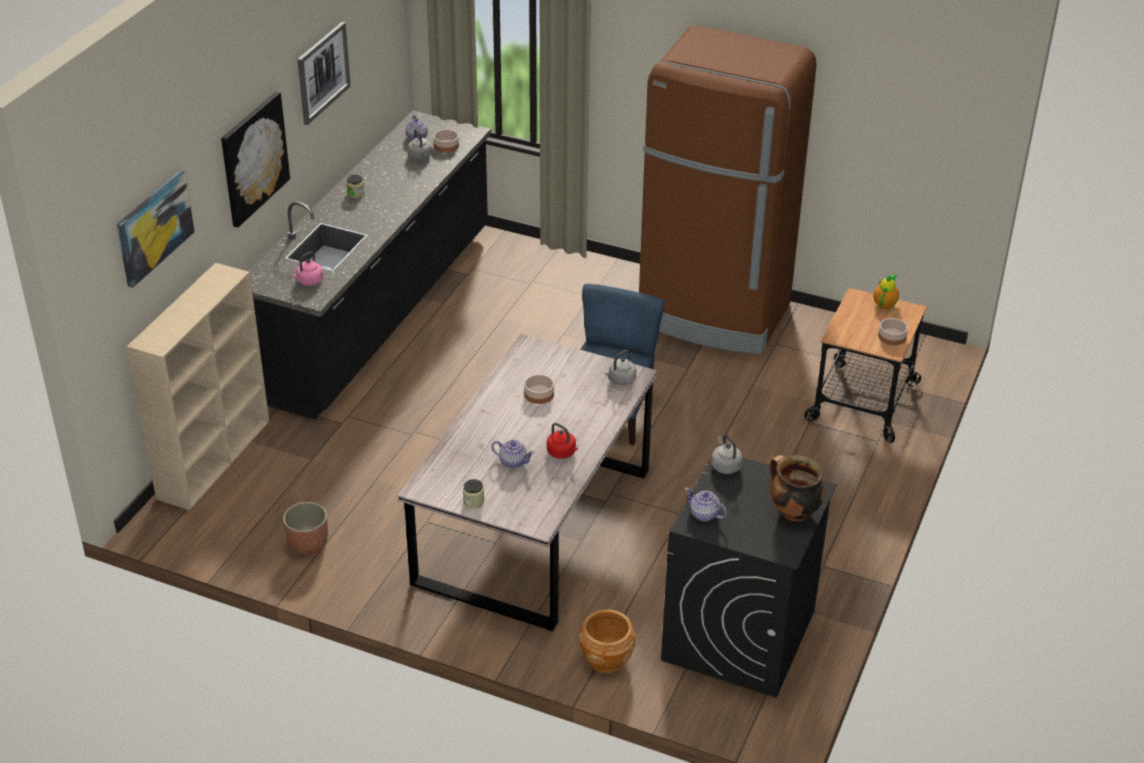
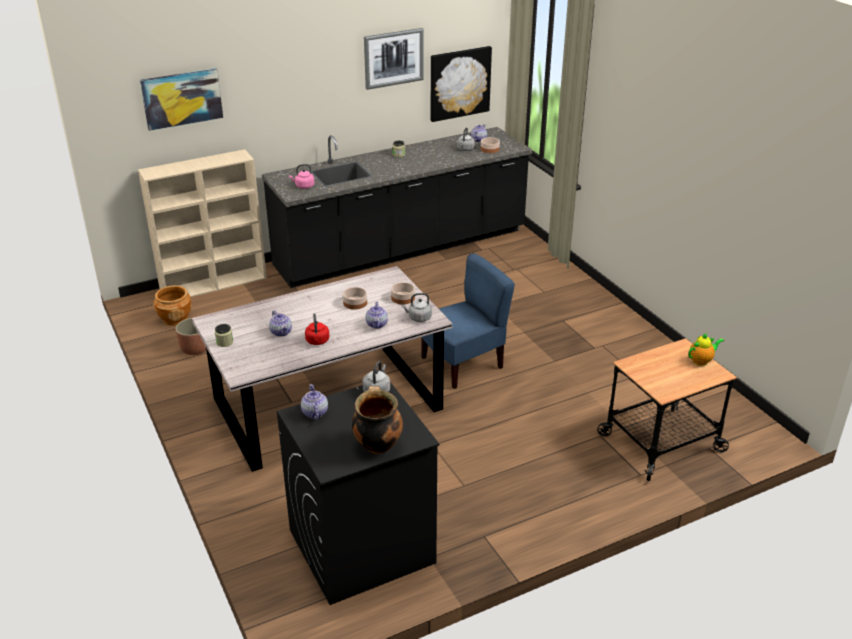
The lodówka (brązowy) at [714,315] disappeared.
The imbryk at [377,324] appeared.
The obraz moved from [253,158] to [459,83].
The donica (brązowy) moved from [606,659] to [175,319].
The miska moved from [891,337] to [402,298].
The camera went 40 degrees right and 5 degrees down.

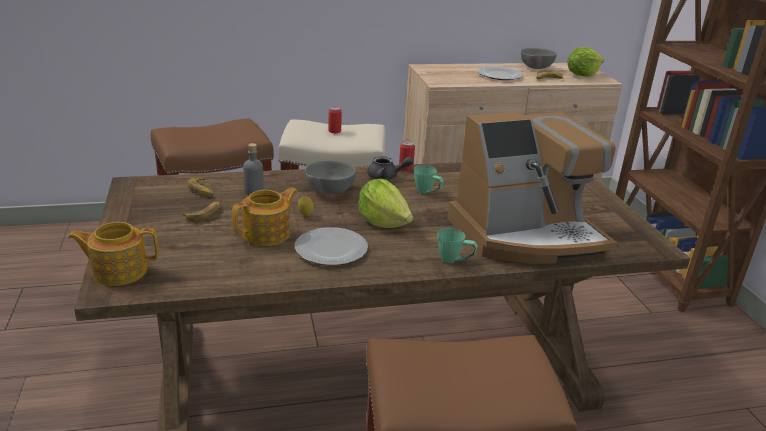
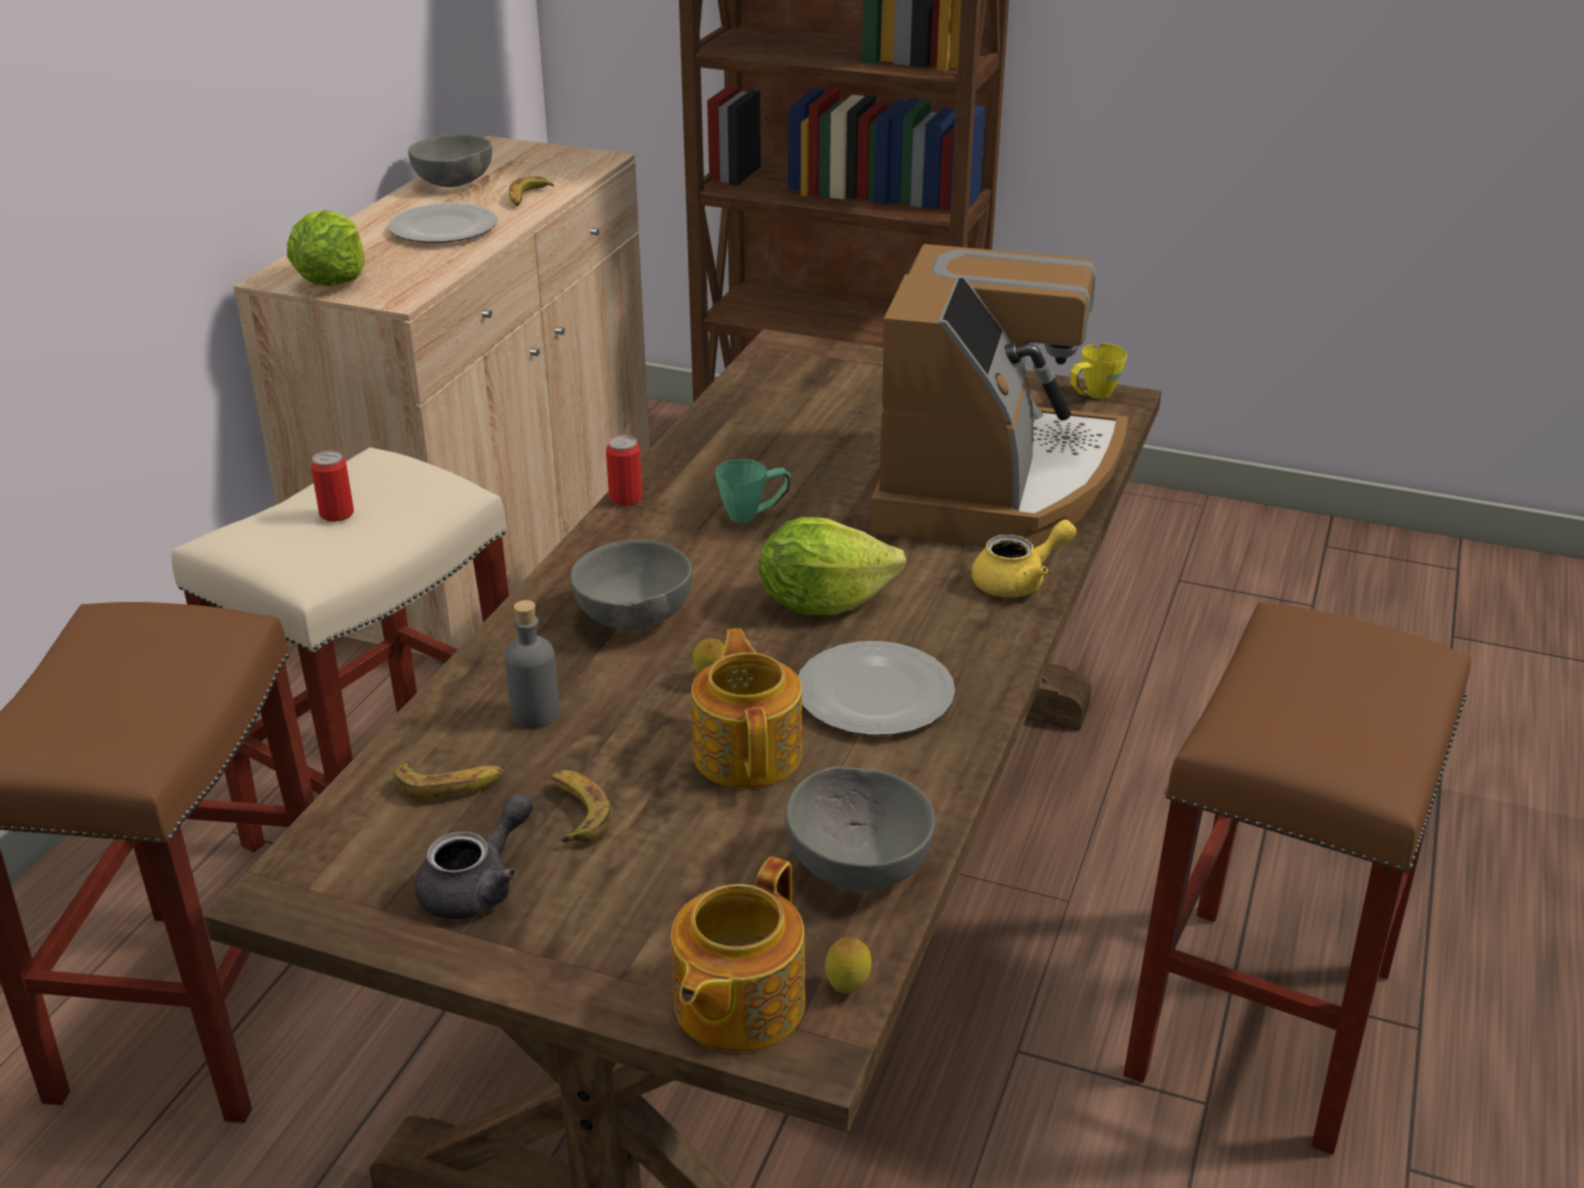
The miska (szary) at [858,863] appeared.
The cytryna at [847,988] appeared.
The kubek (żółty) at [1092,397] appeared.
The imbryk (szary) moved from [387,177] to [478,886].
The sałata moved from [582,75] to [332,280].
The kubek (zielony) at [455,261] was replaced by the imbryk (żółty) at [1019,582].
The camera went 55 degrees left and 5 degrees up.

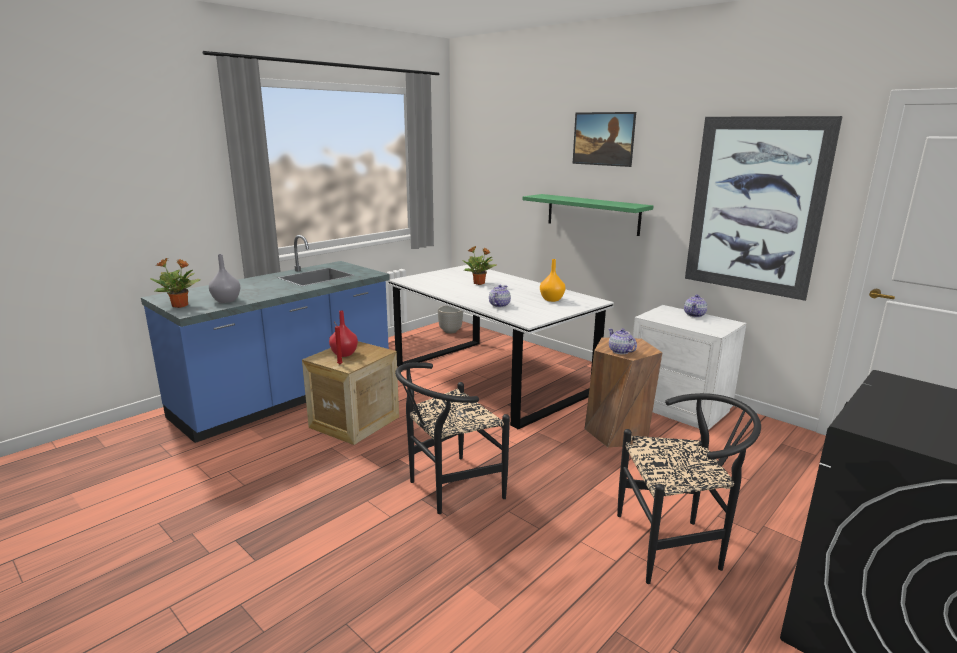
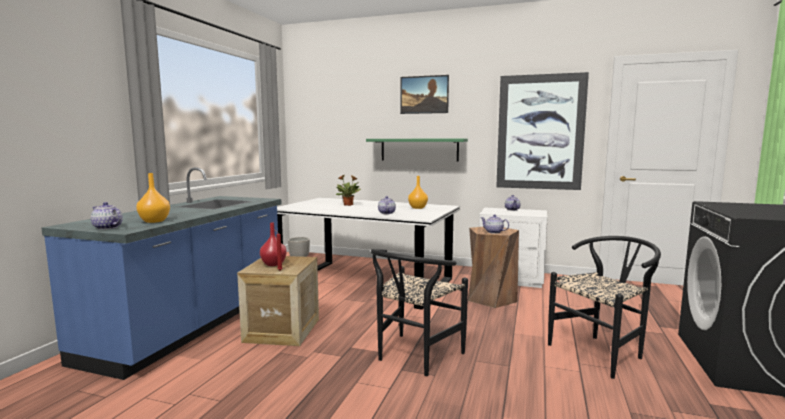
The roślina doniczkowa at [180,306] was replaced by the imbryk at [107,227].
The wazon (szary) at [226,301] became the wazon (pomarańczowy) at [154,221].
The camera went 25 degrees left and 10 degrees down.

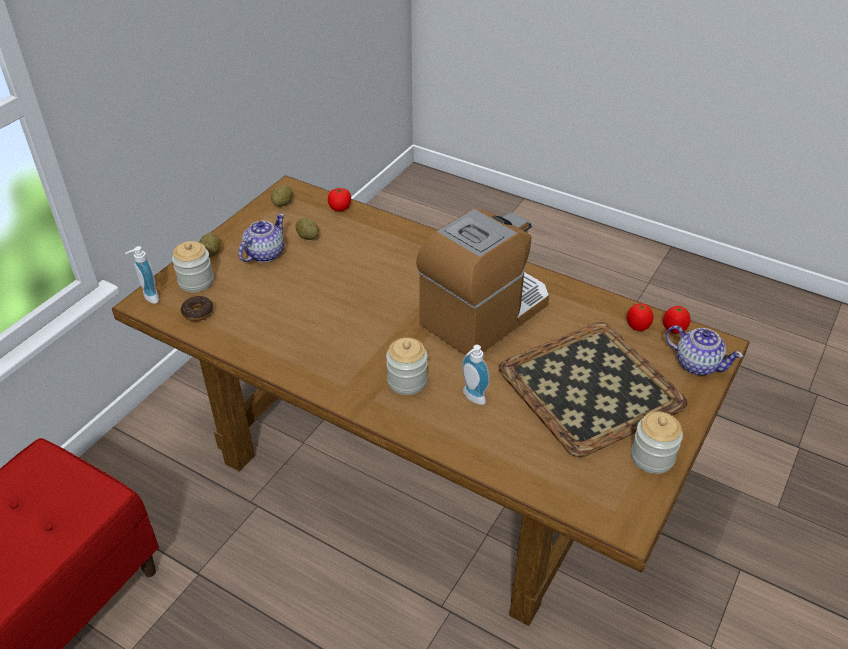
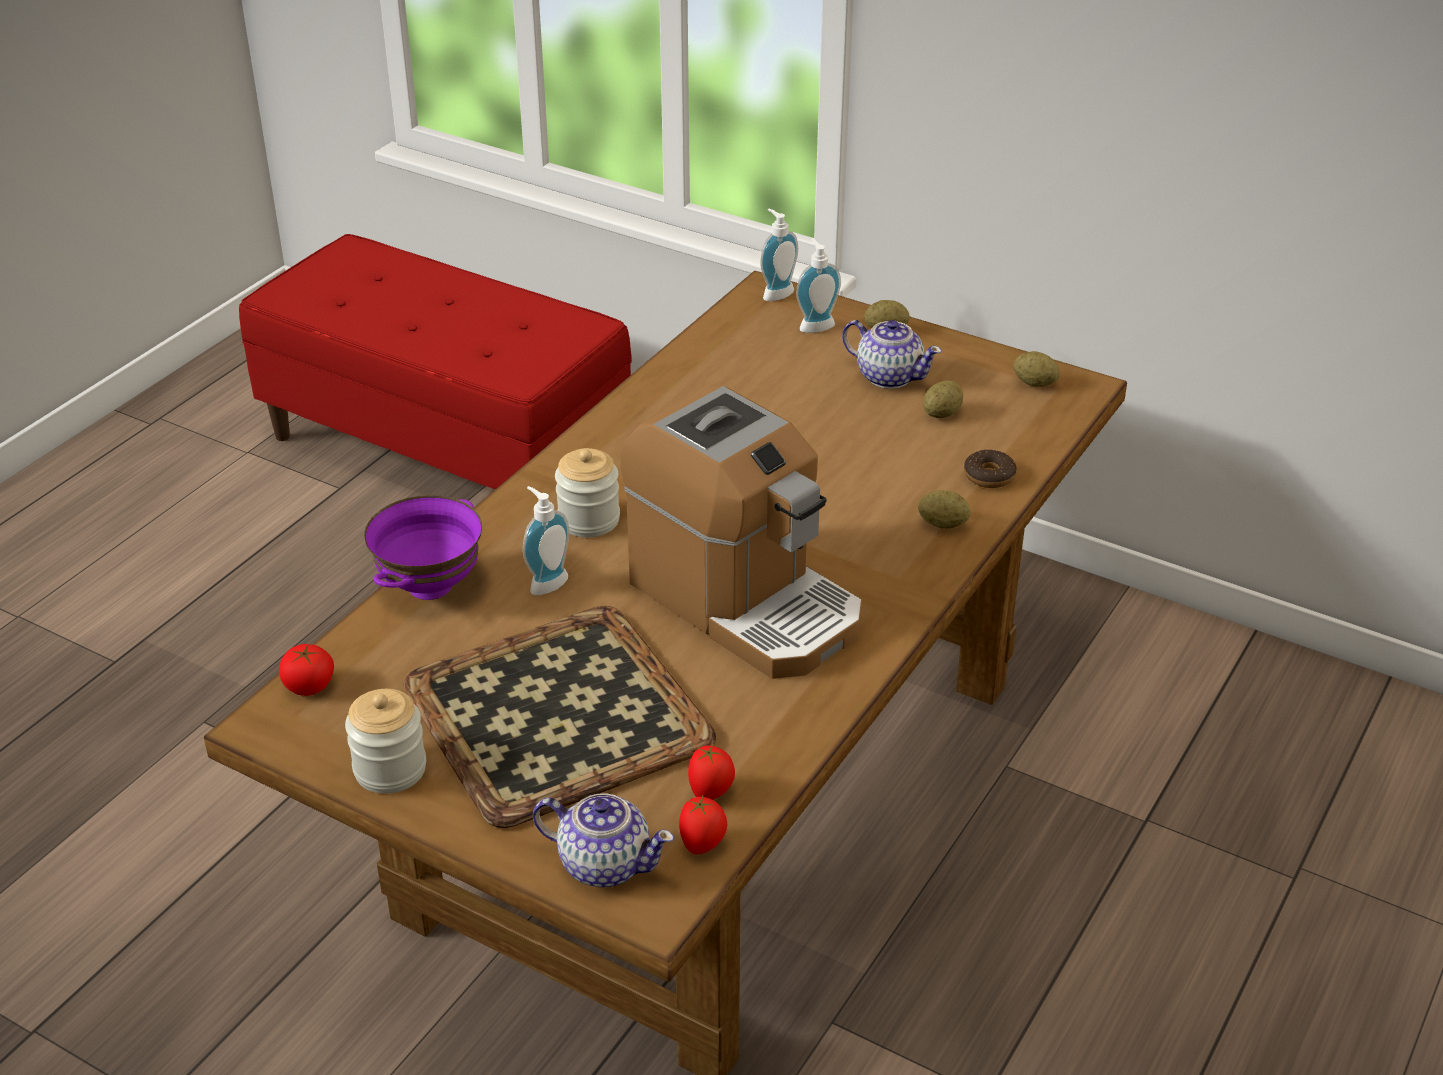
The miska (fioletowy) at [429,586] appeared.
The ziemniak at [942,524] appeared.
The donut moved from [198,312] to [989,476].
The pomidor moved from [340,207] to [309,686].
The słoik at [196,281] was replaced by the dozownik mydła at [815,325].
The imbryk at [697,364] turned 105 degrees counterclockwise.
The camera went 90 degrees right and 5 degrees down.

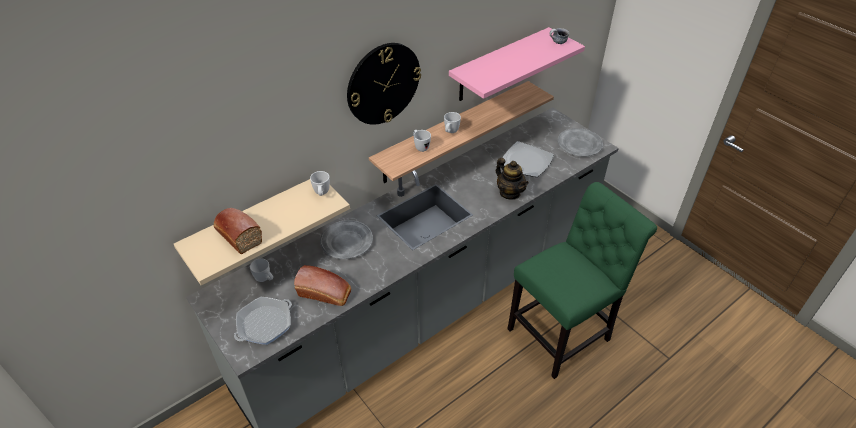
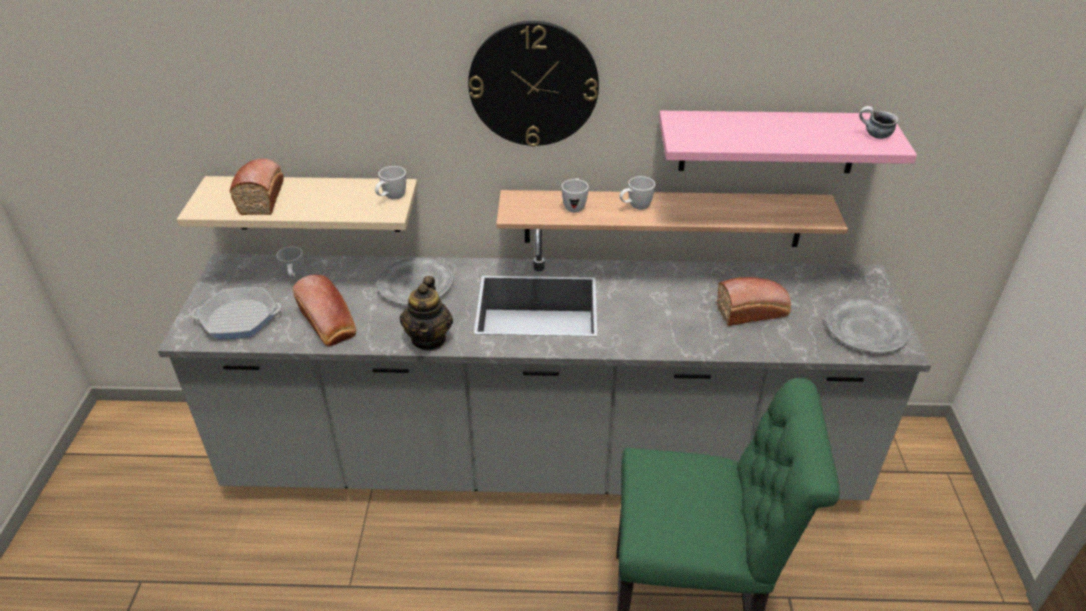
The imbryk moved from [509,193] to [429,339].
The talerz at [527,161] was replaced by the chleb at [753,312].
The camera went 40 degrees right and 5 degrees down.

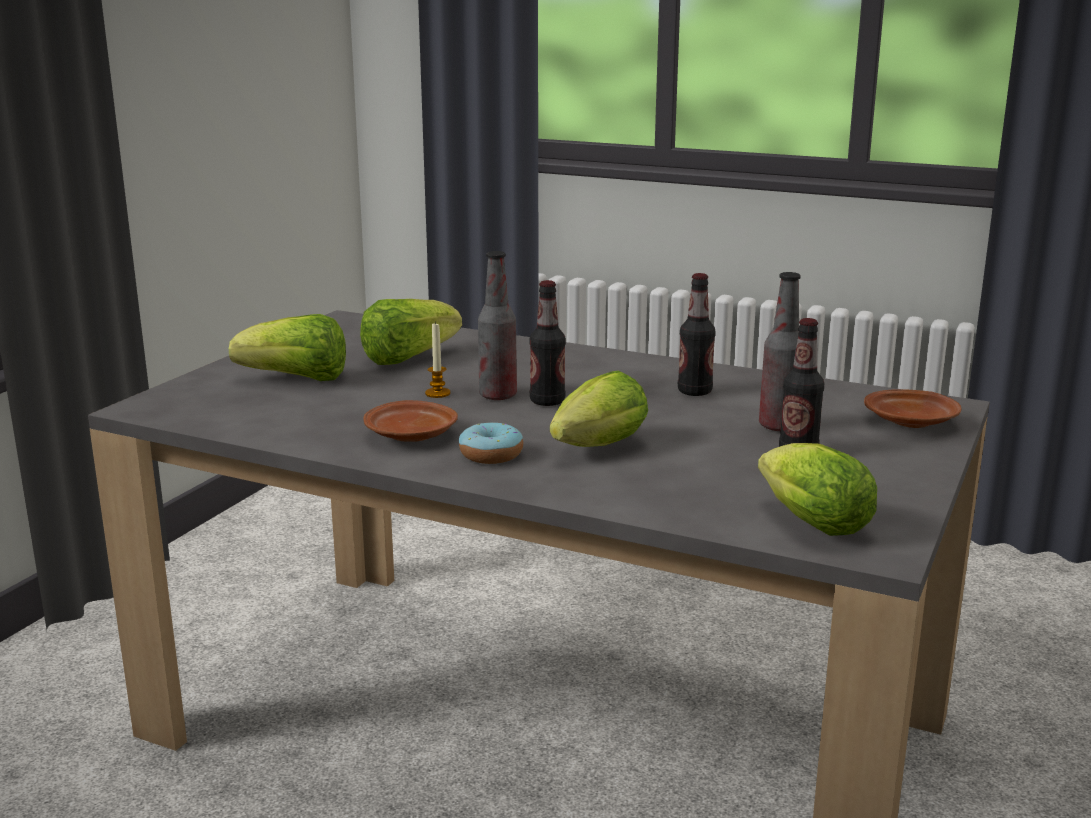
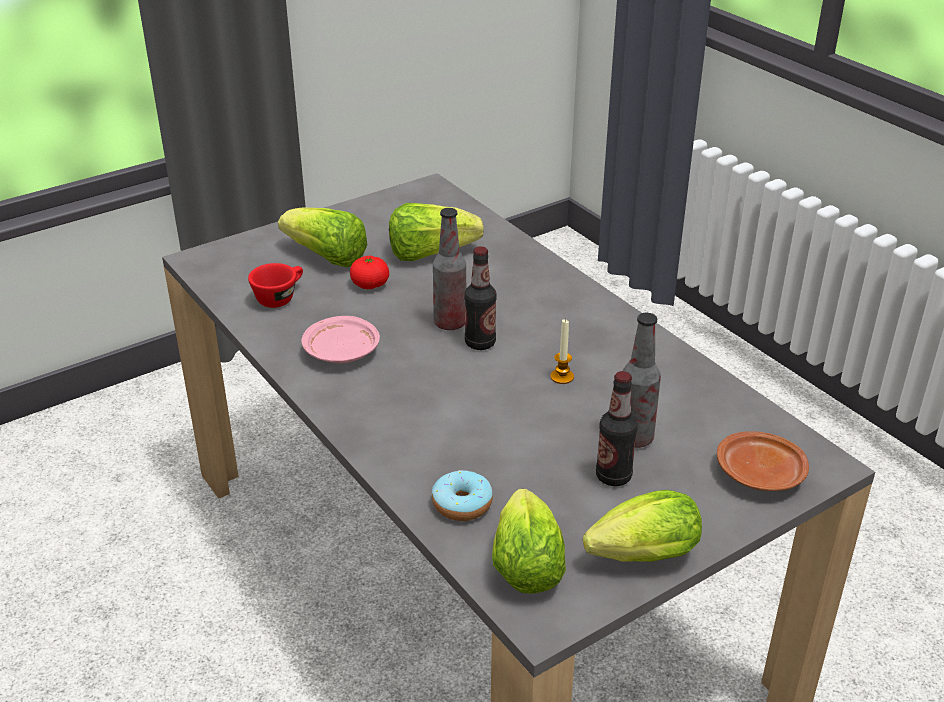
The butelka at [694,392] disappeared.
The filiżanka (czerwony) at [280,297] appeared.
The pomidor at [370,284] appeared.
The świeca moved from [437,393] to [562,377].
The donut moved from [491,455] to [462,504].
The sałata moved from [595,449] to [638,558].
The talerz (brązowy) at [411,436] became the talerz (różowy) at [341,352].
The camera went 30 degrees right and 15 degrees up.

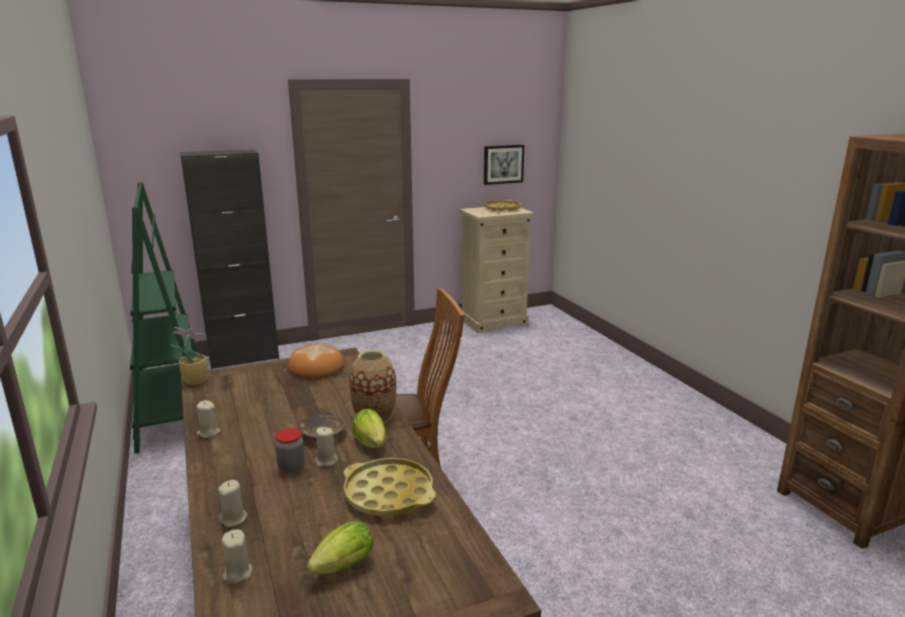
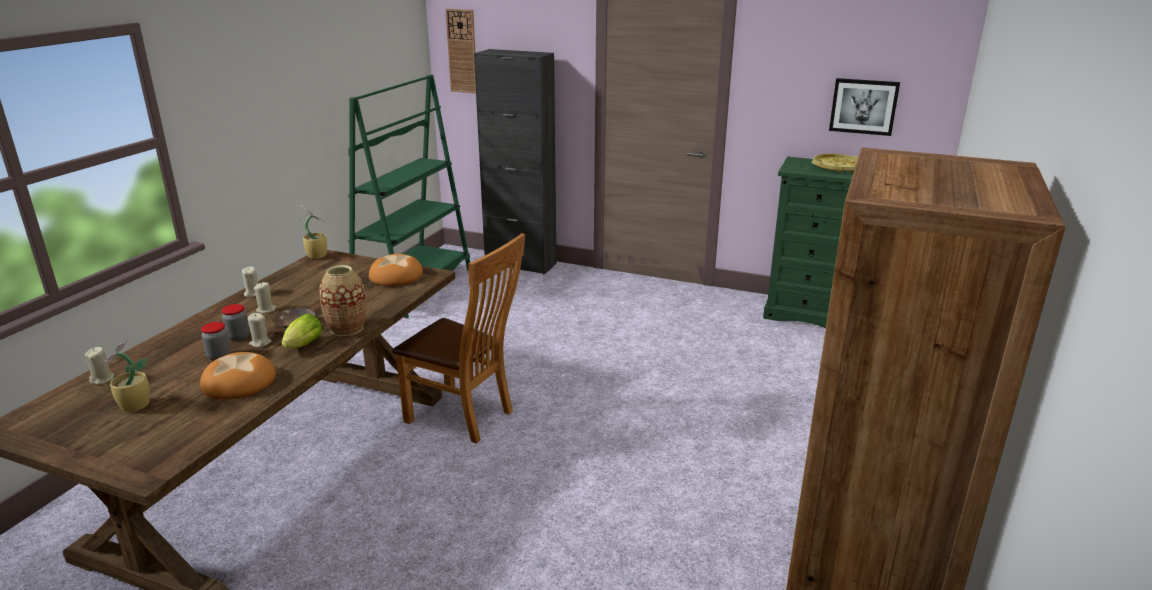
The słoik at [219,356] appeared.
The zegar ścienny at [462,51] appeared.
The świeca (beżowy) moved from [233,519] to [266,310].
The sałata at [340,568] was replaced by the roślina doniczkowa at [134,406].
The taca (żółty) at [388,494] was replaced by the chleb at [240,382].
The komoda (beżowy) at [493,321] became the komoda (zielony) at [805,313].
The camera went 45 degrees right and 5 degrees up.

